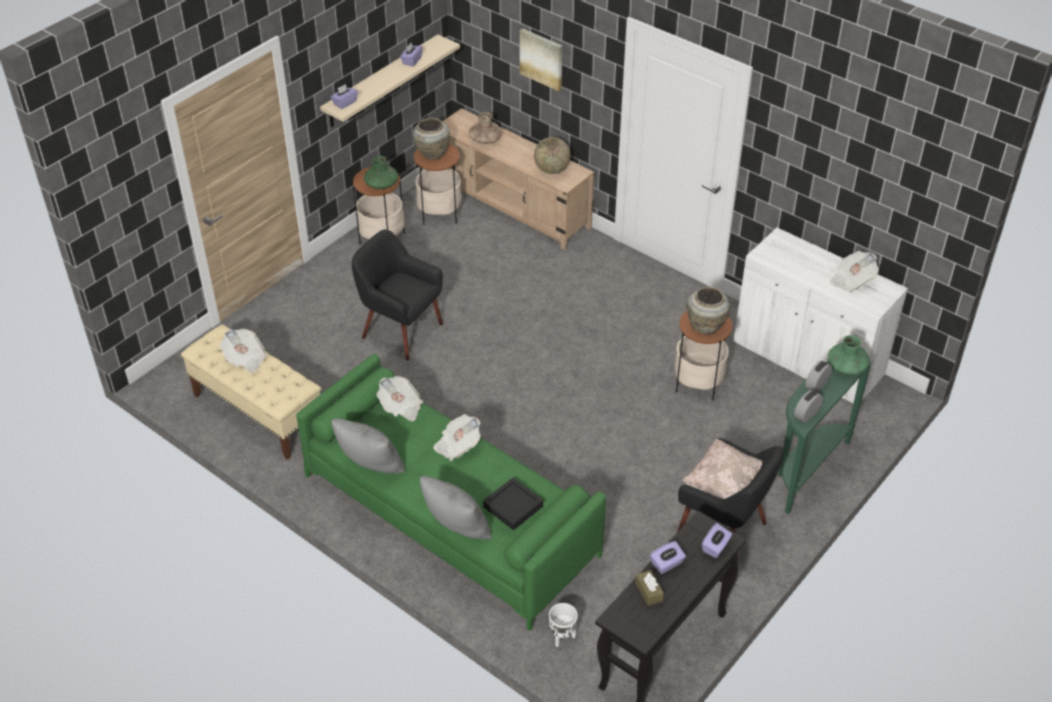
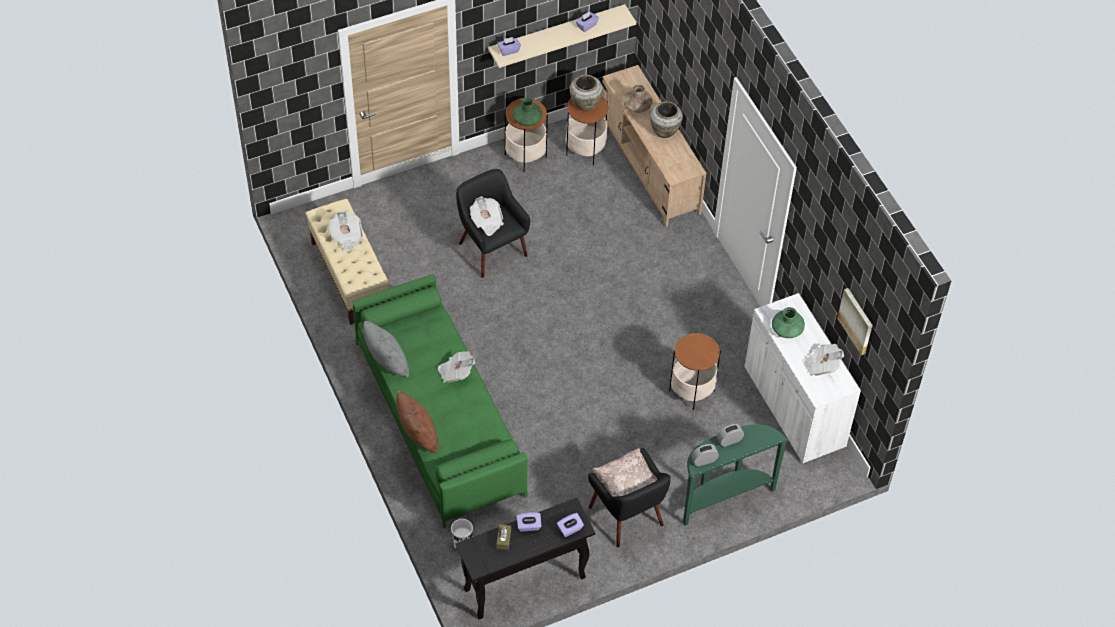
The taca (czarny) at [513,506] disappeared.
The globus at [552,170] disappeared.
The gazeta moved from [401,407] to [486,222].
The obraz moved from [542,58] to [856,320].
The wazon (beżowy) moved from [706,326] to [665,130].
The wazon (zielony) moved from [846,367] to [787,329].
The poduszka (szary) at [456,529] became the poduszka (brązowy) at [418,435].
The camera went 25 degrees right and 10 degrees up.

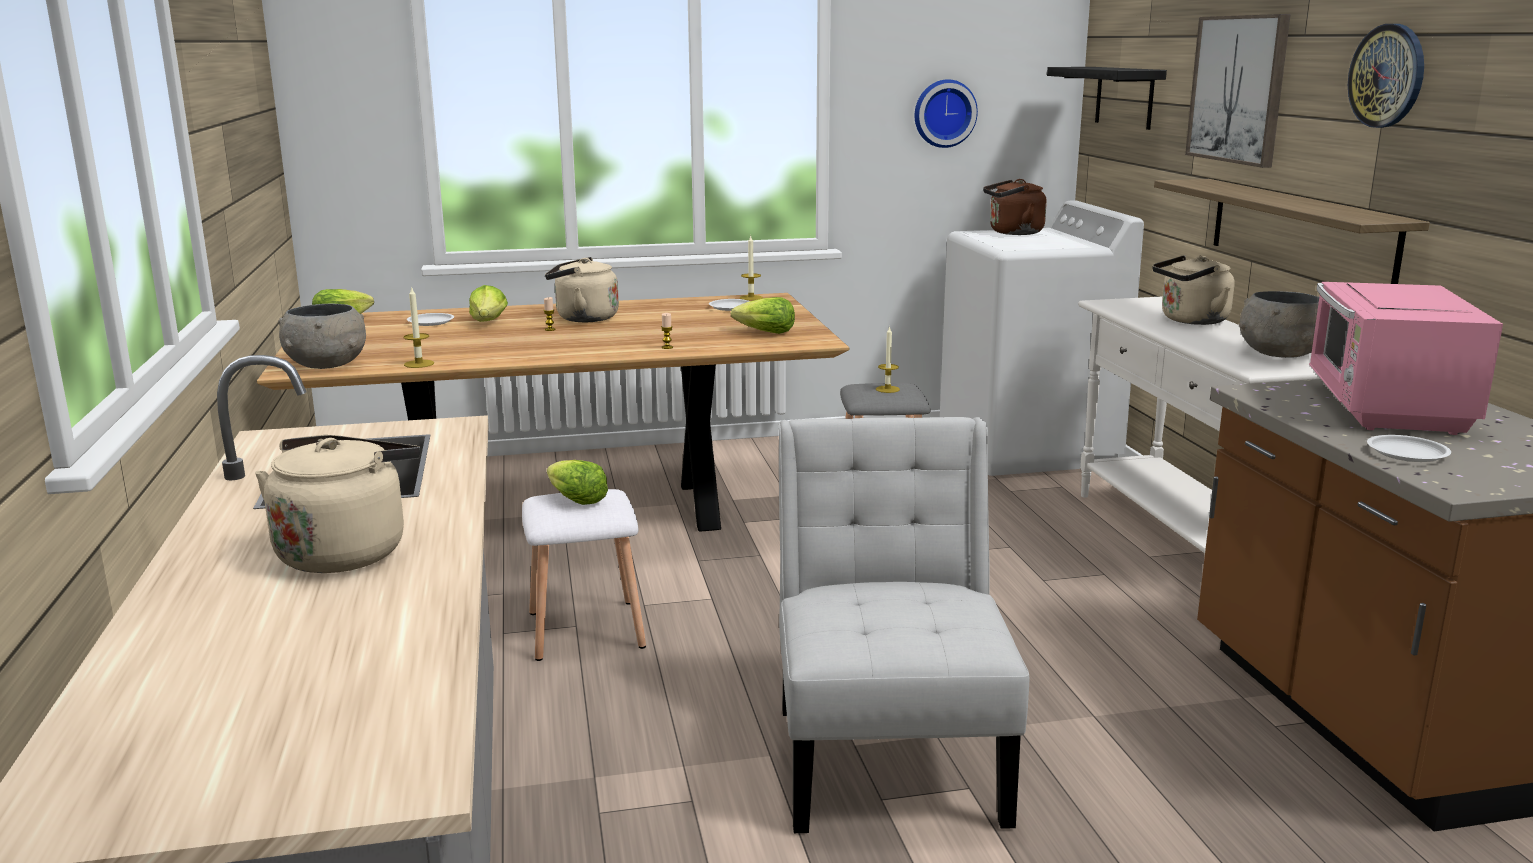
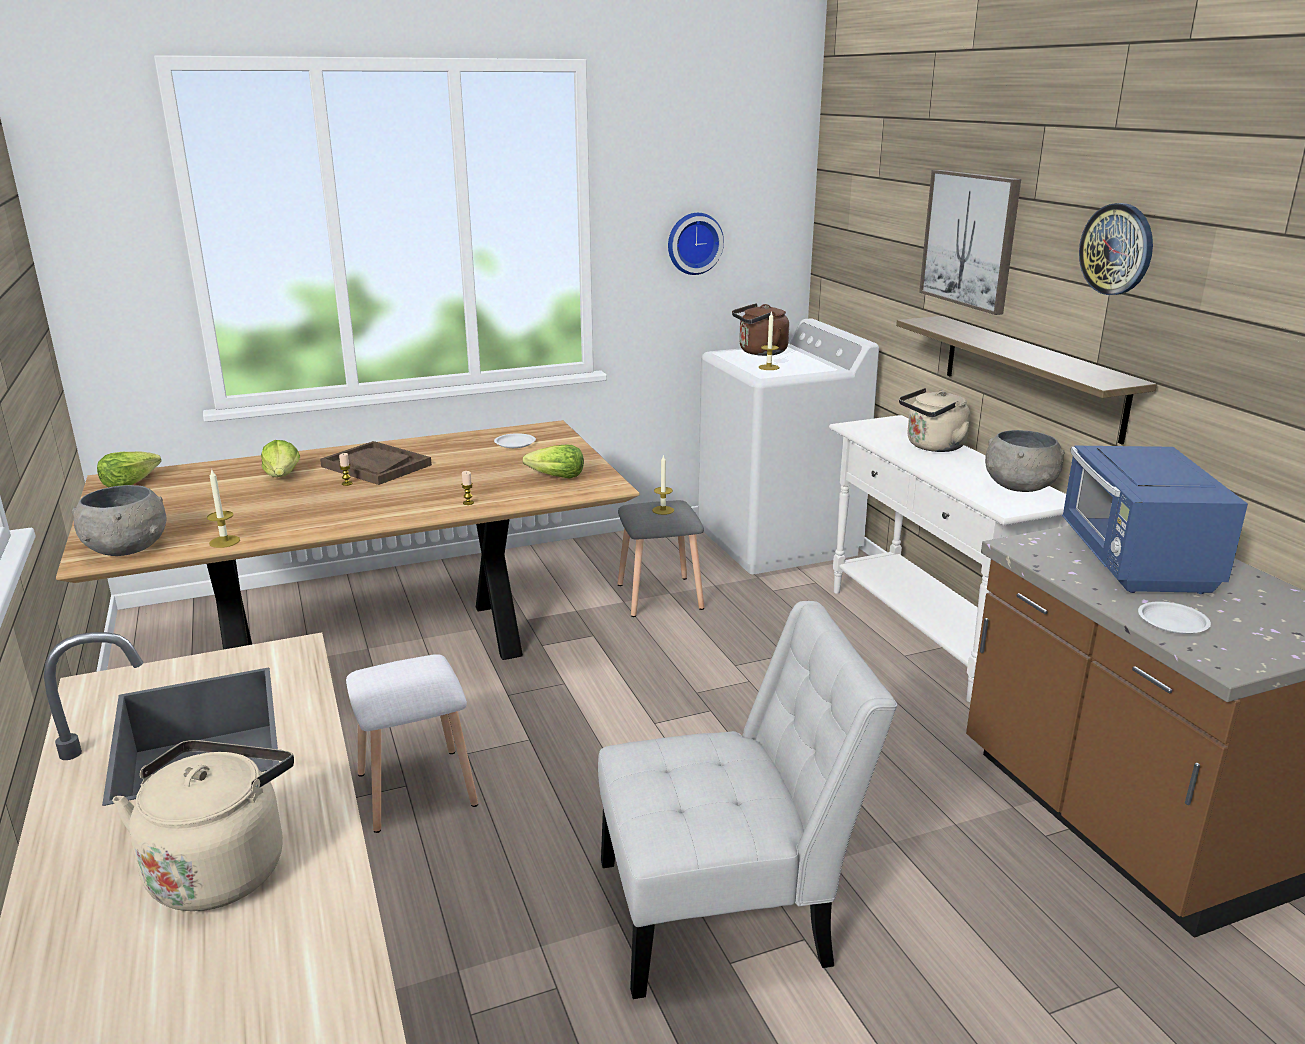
The talerz (biały) at [430,322] disappeared.
The sałata at [575,500] disappeared.
The półka (czarny) at [1124,97] disappeared.
The świeca moved from [751,298] to [768,367].
The czajnik (beżowy) at [583,318] was replaced by the taca (brązowy) at [376,466].
The mikrofalówka (różowy) at [1385,408] became the mikrofalówka (niebieski) at [1135,562].
The krzesło (biały) at [889,755] turned 90 degrees clockwise.
The camera went 10 degrees left and 5 degrees up.

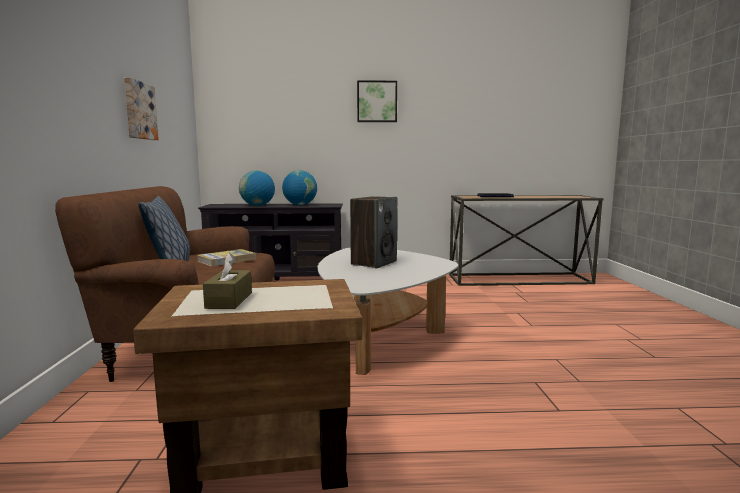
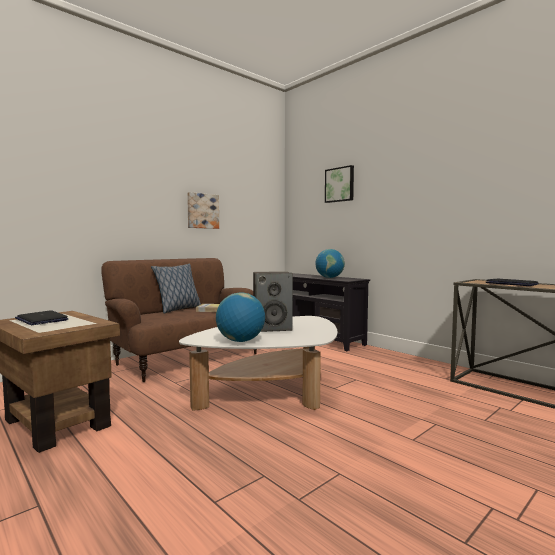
The globus moved from [257,205] to [240,341].
The obraz moved from [377,102] to [340,184].
The pudełko chusteczek (brązowy) at [229,300] was replaced by the laptop at [41,319].
The camera went 50 degrees right and 5 degrees down.

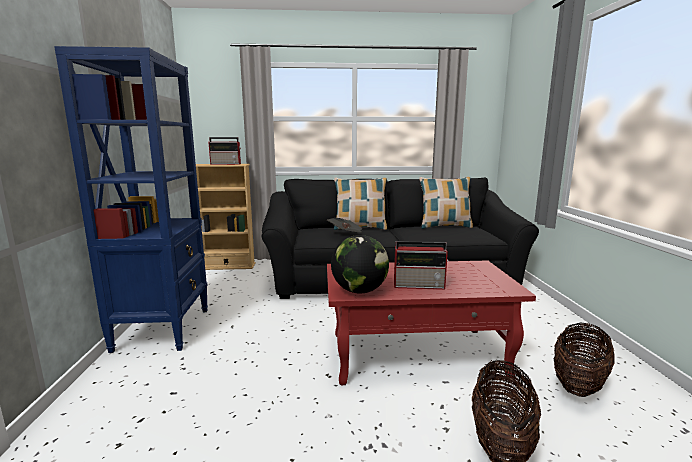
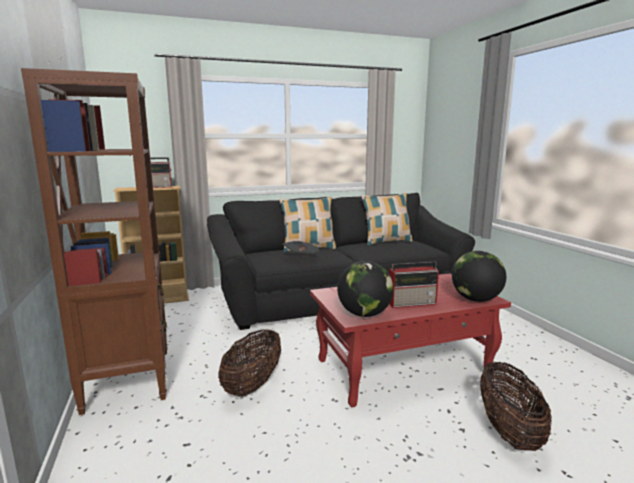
The globus at [476,299] appeared.
The koszyk moved from [578,383] to [253,384].
The regał (niebieski) at [164,329] became the regał (brązowy) at [129,379].
The camera went 15 degrees left and 0 degrees up.

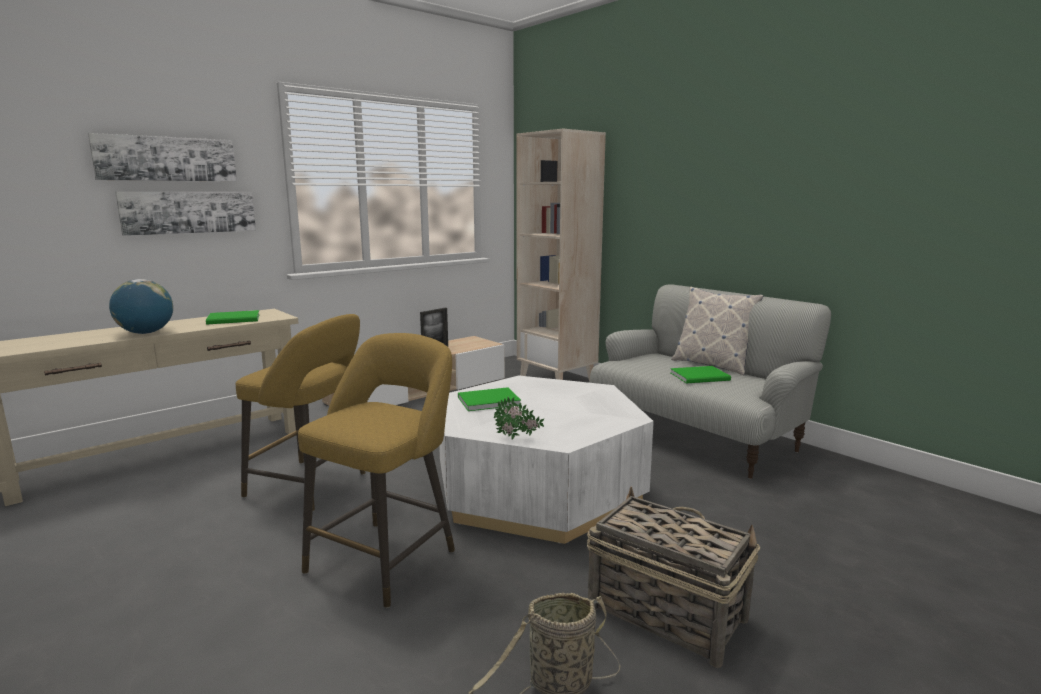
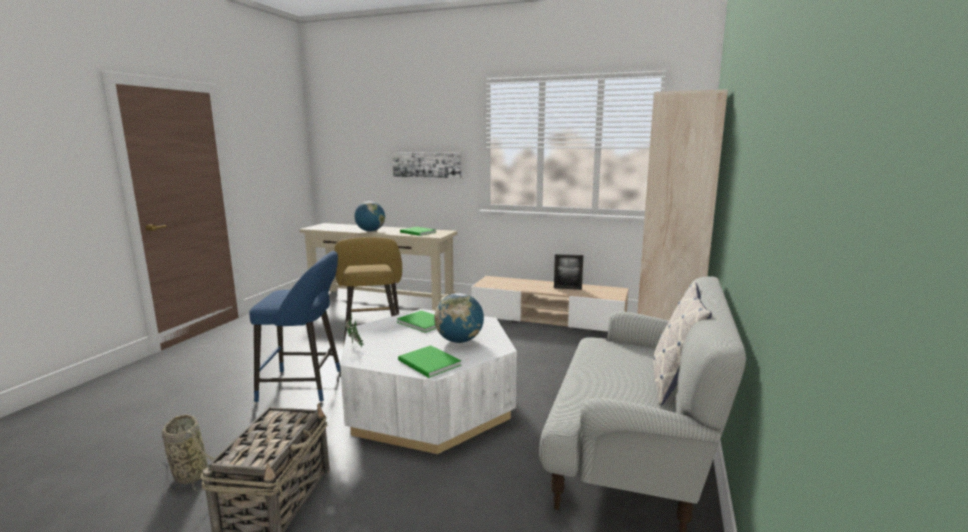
The obraz at [166,159] disappeared.
The globus at [459,341] appeared.
The książka (zielony) moved from [701,377] to [429,364].
The stołek (żółty) at [387,557] became the stołek (niebieski) at [306,385].
The camera went 60 degrees right and 0 degrees up.

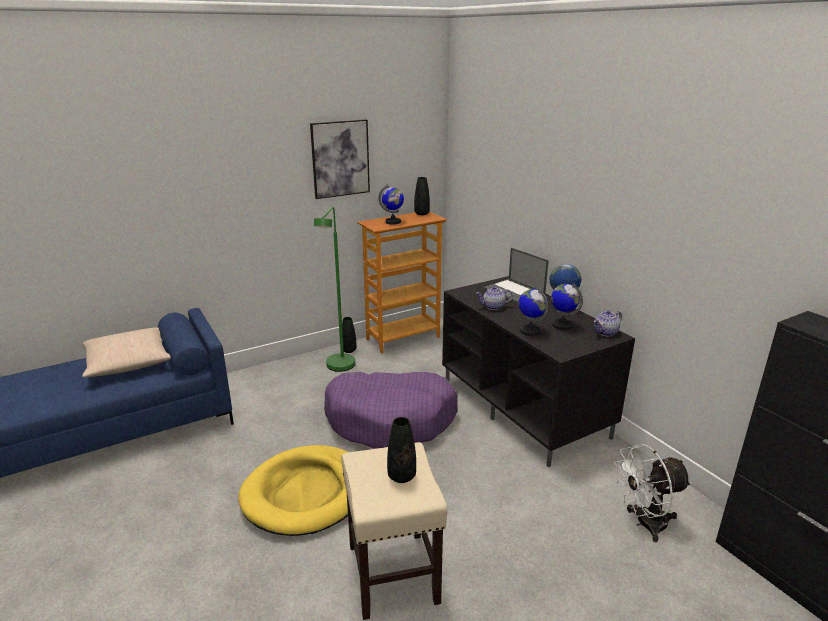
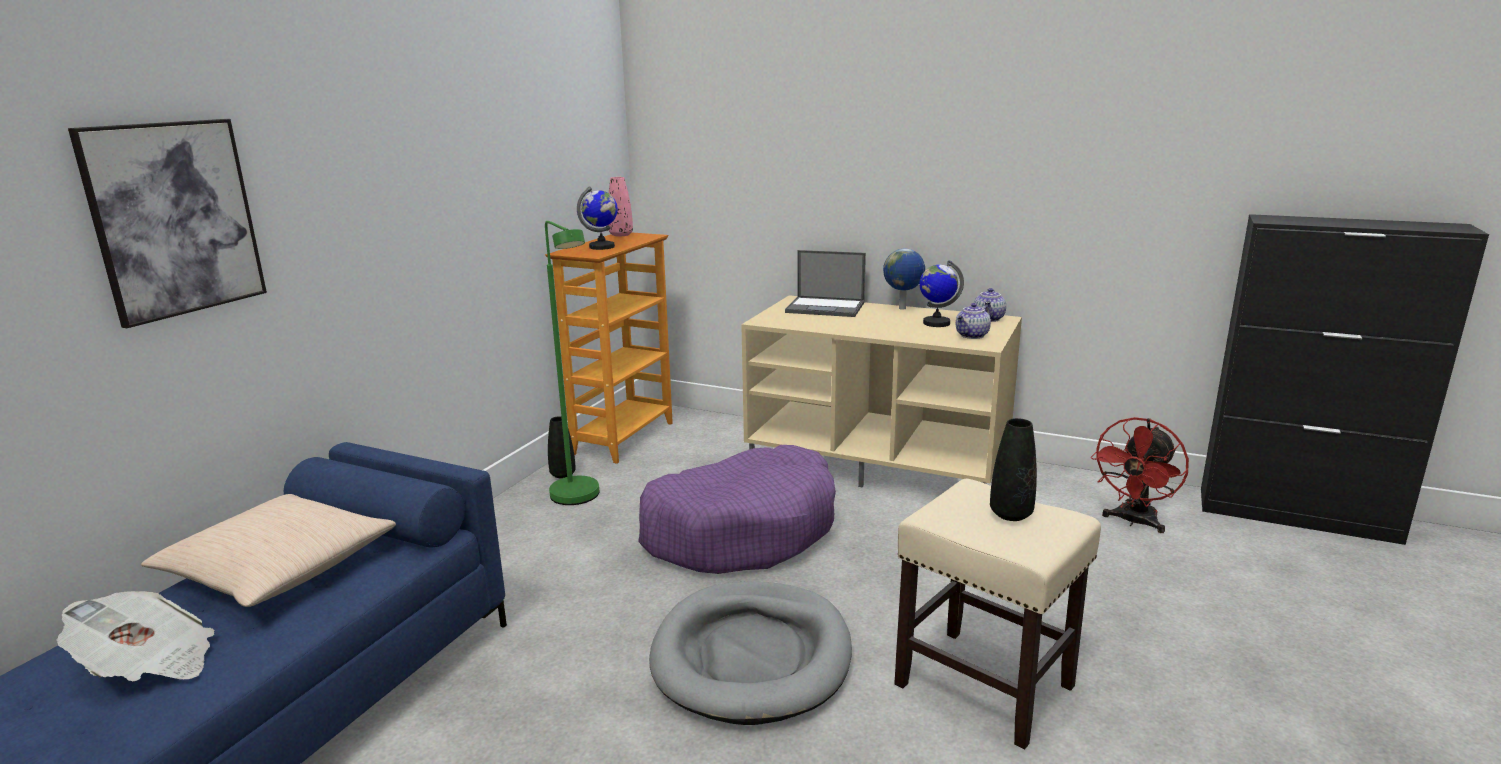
The globus at [530,331] disappeared.
The gazeta at [149,665] appeared.
The obraz moved from [340,158] to [175,219].
The imbryk moved from [493,307] to [972,336].
The legowisko (żółty) at [307,493] became the legowisko (szary) at [752,656].
The wazon (czarny) at [421,213] became the wazon (różowy) at [621,235].
The szafka pod telewizor (czarny) at [524,408] became the szafka pod telewizor (beżowy) at [879,463].
The wentylator (biały) at [644,524] became the wentylator (czerwony) at [1134,522].
The camera went 35 degrees left and 5 degrees down.

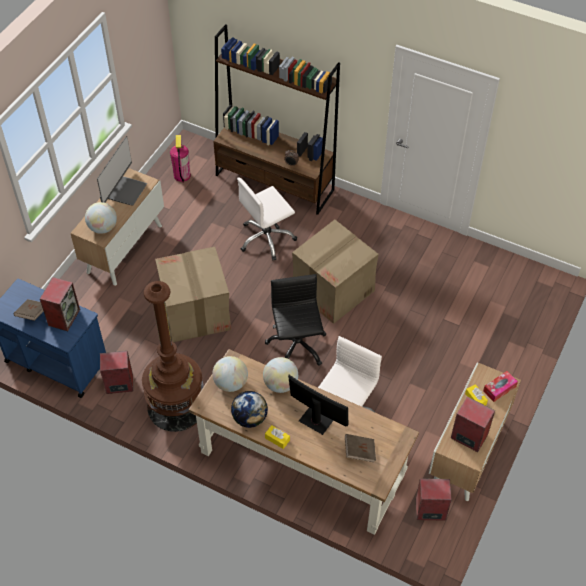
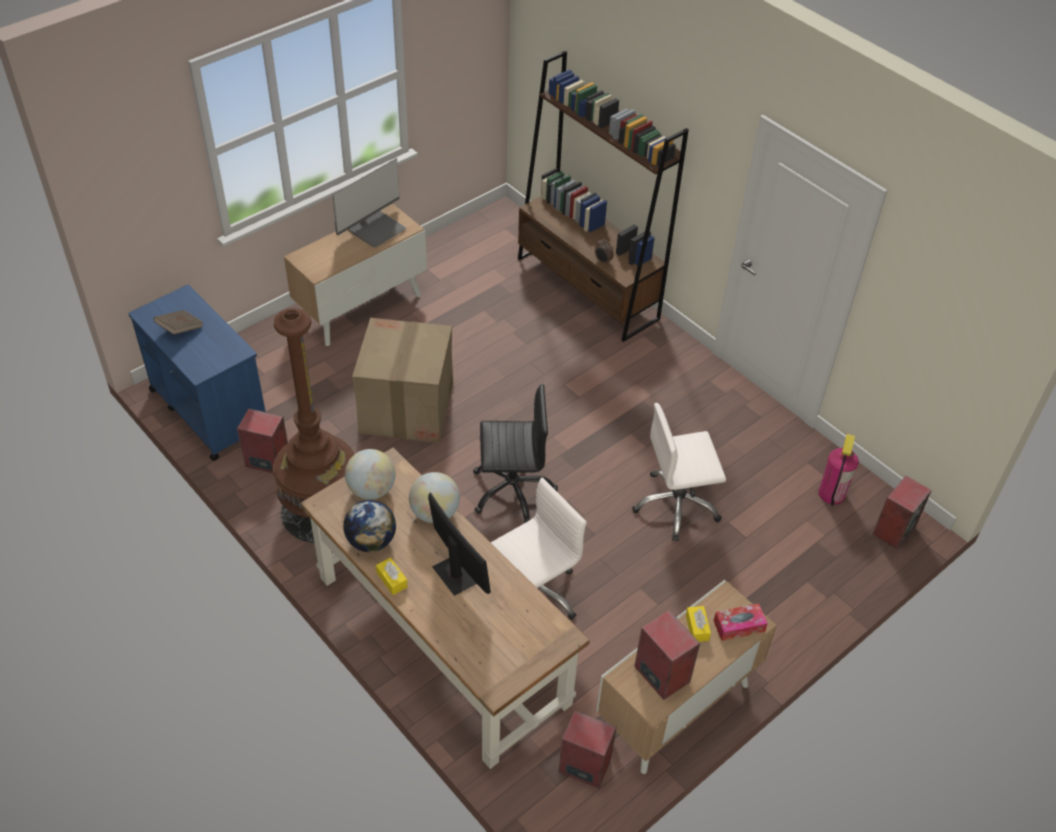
The globus at [103,228] disappeared.
The karton at [333,289] disappeared.
The książka (brązowy) at [359,452] disappeared.
The głośnik moved from [64,317] to [893,530].
The gaśnica moved from [182,175] to [831,493].
The krzesło biurowe (biały) moved from [267,238] to [676,505].
The krzesło biurowe (czarny) at [296,346] turned 75 degrees clockwise.
The camera went 20 degrees right and 5 degrees down.

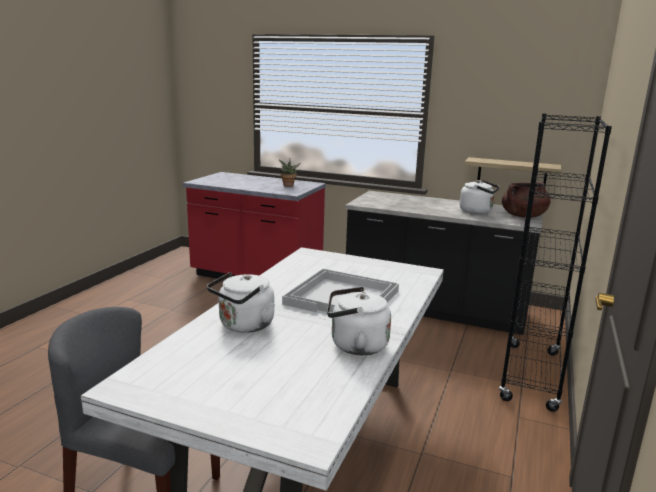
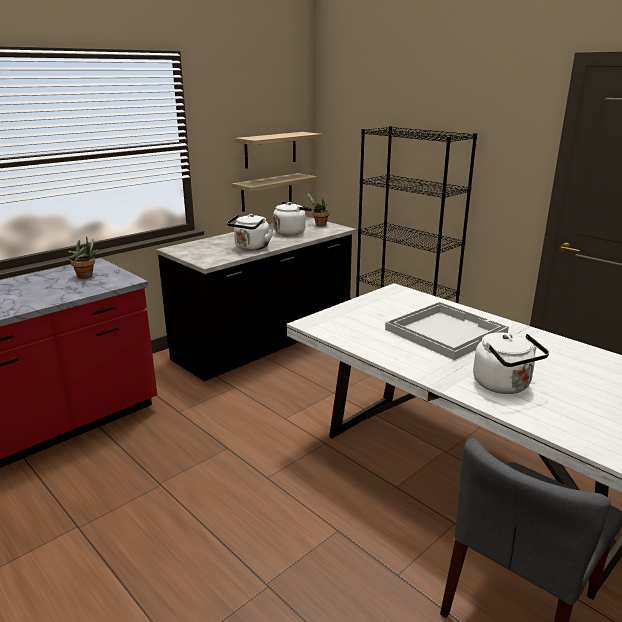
The półka at [270,149] appeared.
The czajnik (biały) moved from [355,345] to [251,248].
The garnek (brązowy) at [523,216] was replaced by the roślina doniczkowa at [319,224].
The camera went 65 degrees left and 5 degrees up.

